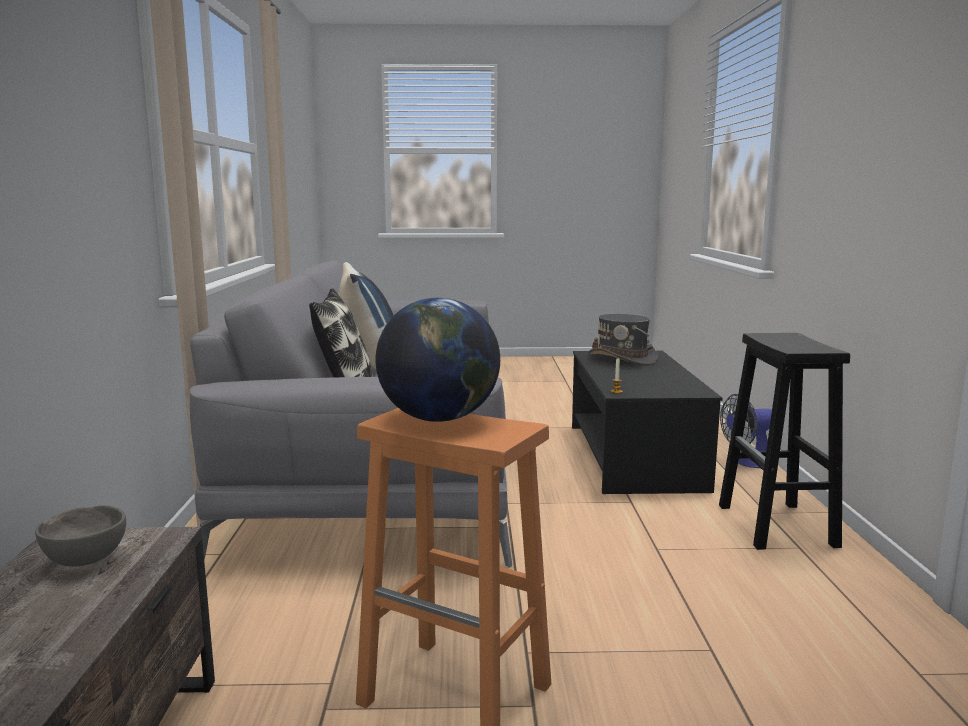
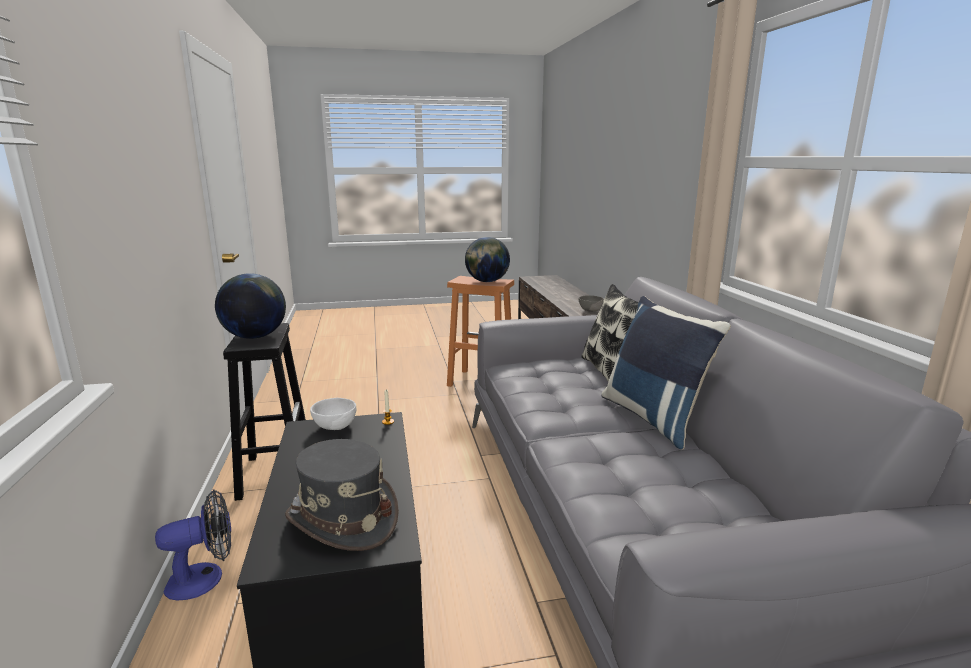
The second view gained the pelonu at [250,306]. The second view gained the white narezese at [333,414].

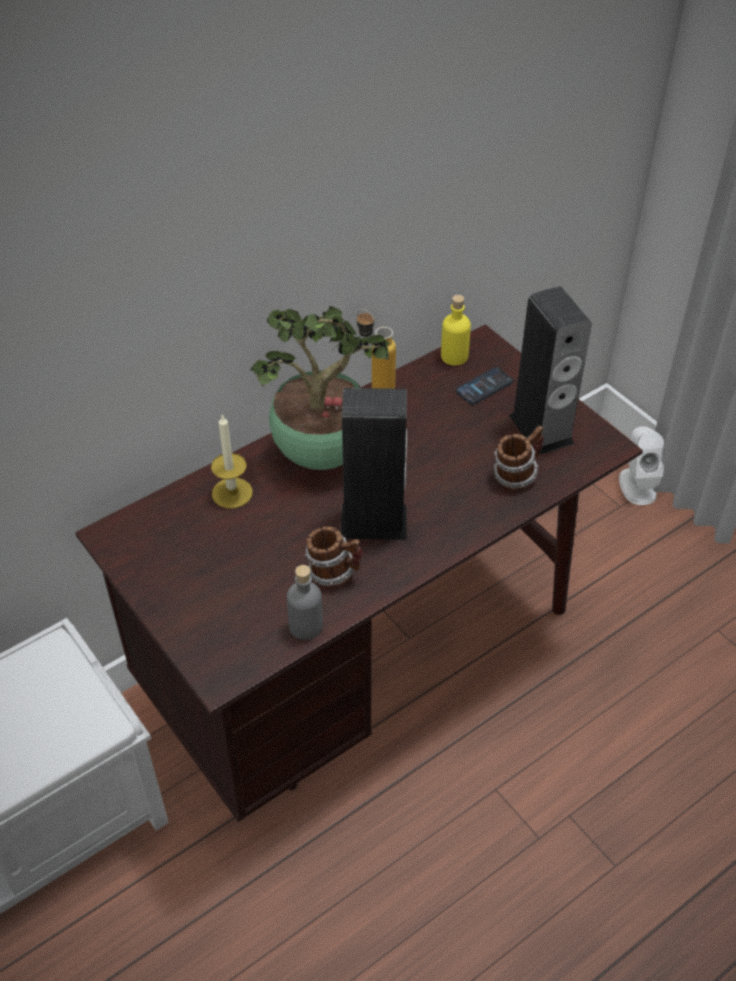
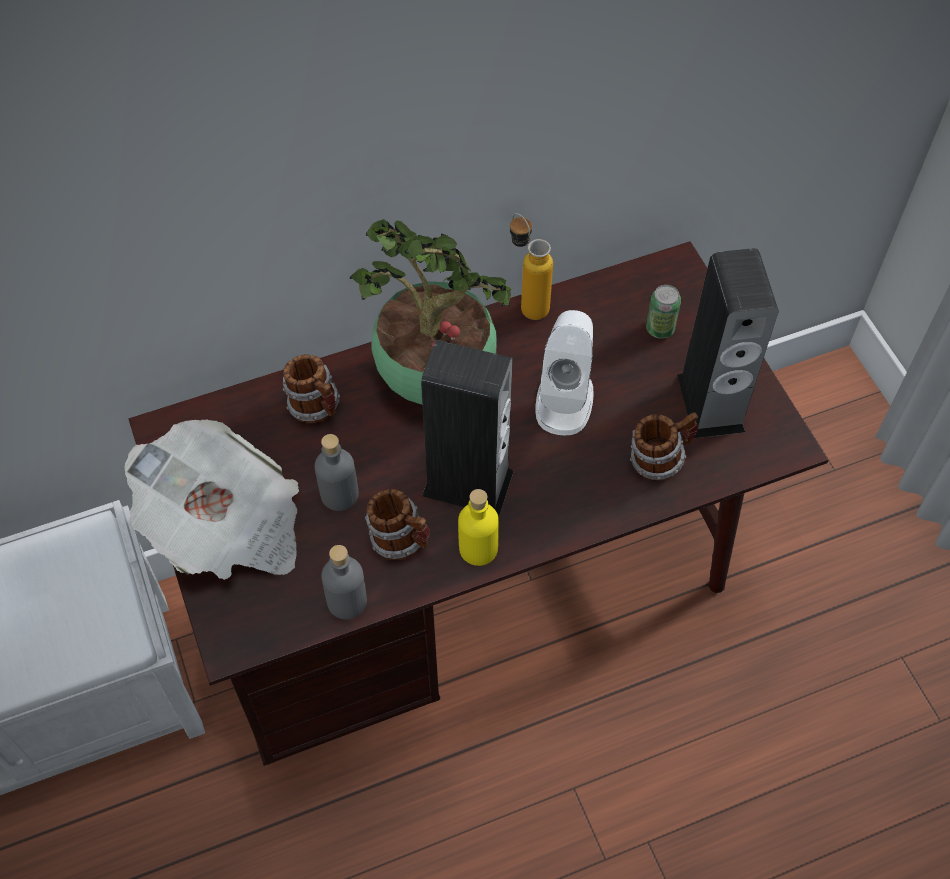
The second view gained the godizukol at [211,499]. Where the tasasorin stood at [232,461], the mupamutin came to stand at [311,388]. The second view gained the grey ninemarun at [337,472]. The yellow ninemarun ended up elsewhere, having gone from [456,330] to [478,527]. The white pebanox ended up elsewhere, having gone from [641,465] to [564,372]. Where the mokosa stood at [484,385], the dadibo came to stand at [663,312].

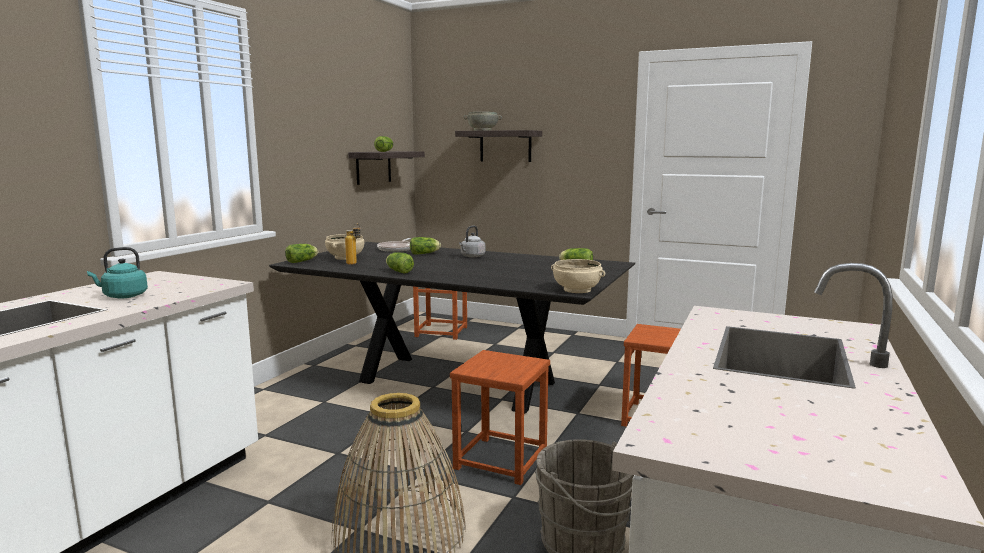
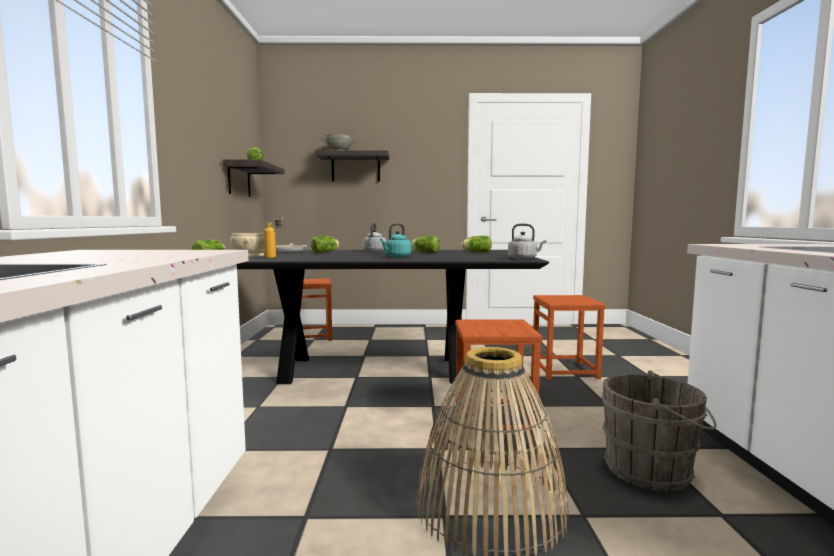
The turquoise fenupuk ended up elsewhere, having gone from [117,273] to [395,240]. The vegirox ended up elsewhere, having gone from [400,263] to [425,244]. Where the beige narezese stood at [578,276], the grey fenupuk came to stand at [527,241].

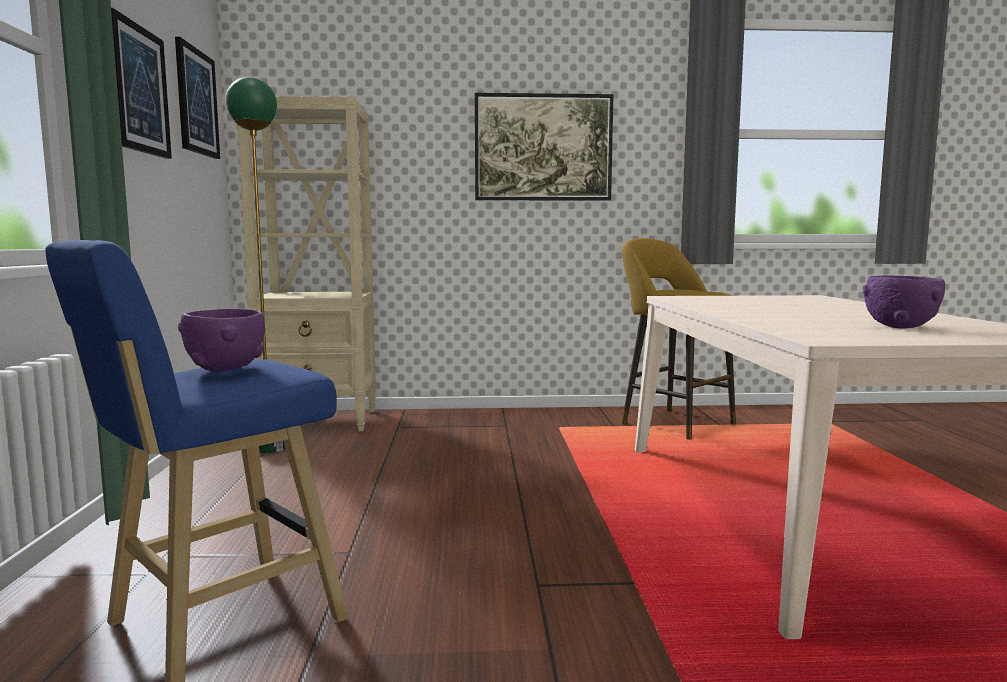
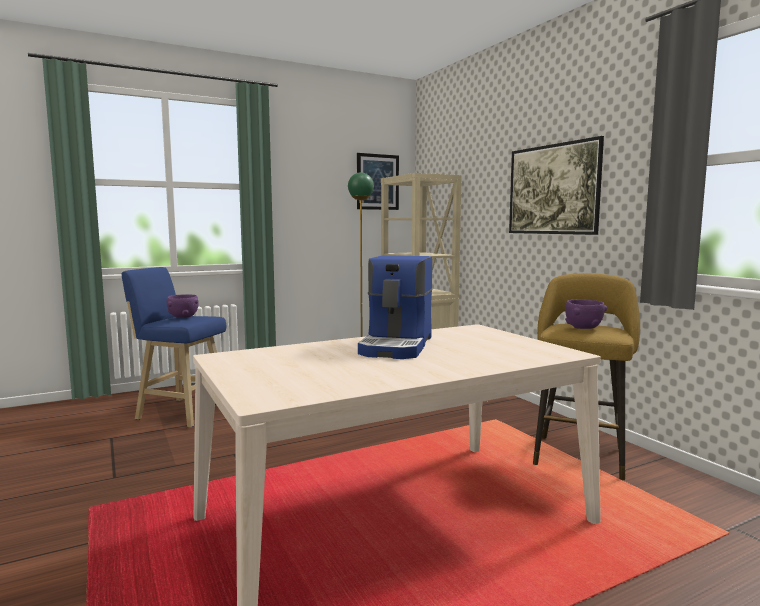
The second view gained the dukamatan at [395,307]. The purple narezese ended up elsewhere, having gone from [904,302] to [586,314]. The second view lost the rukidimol at [141,83].

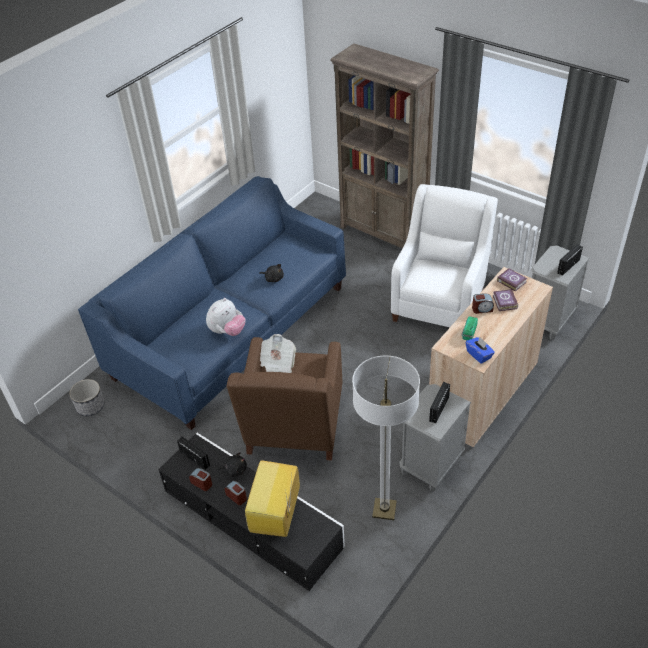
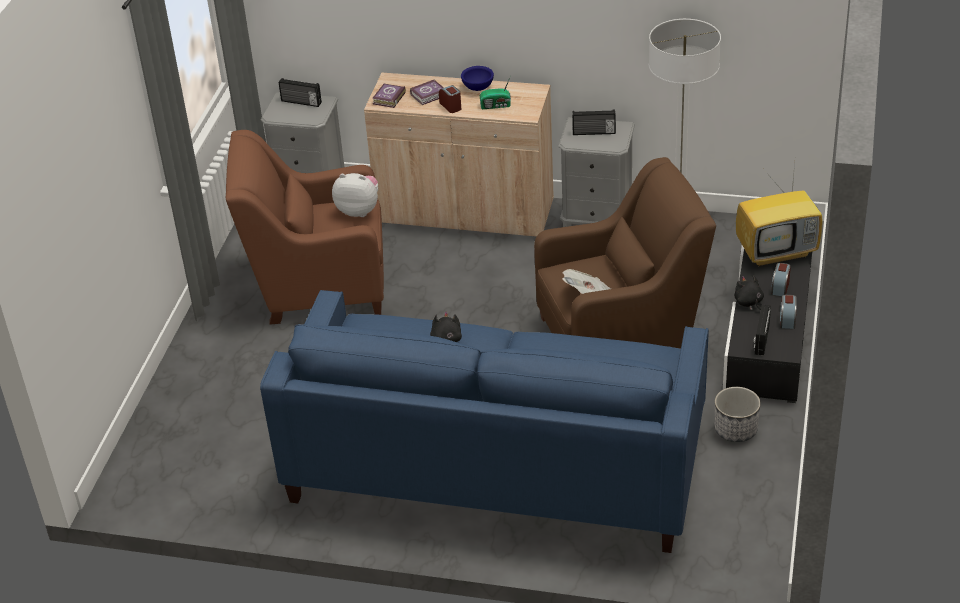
What was the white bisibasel at [444,255] turned into the brown bisibasel at [305,227]. The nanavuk ended up elsewhere, having gone from [226,317] to [355,195]. The second view gained the blue narezese at [477,78]. The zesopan ended up elsewhere, having gone from [86,397] to [737,414]. The second view lost the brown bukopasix at [384,146]. The second view lost the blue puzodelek at [480,350].

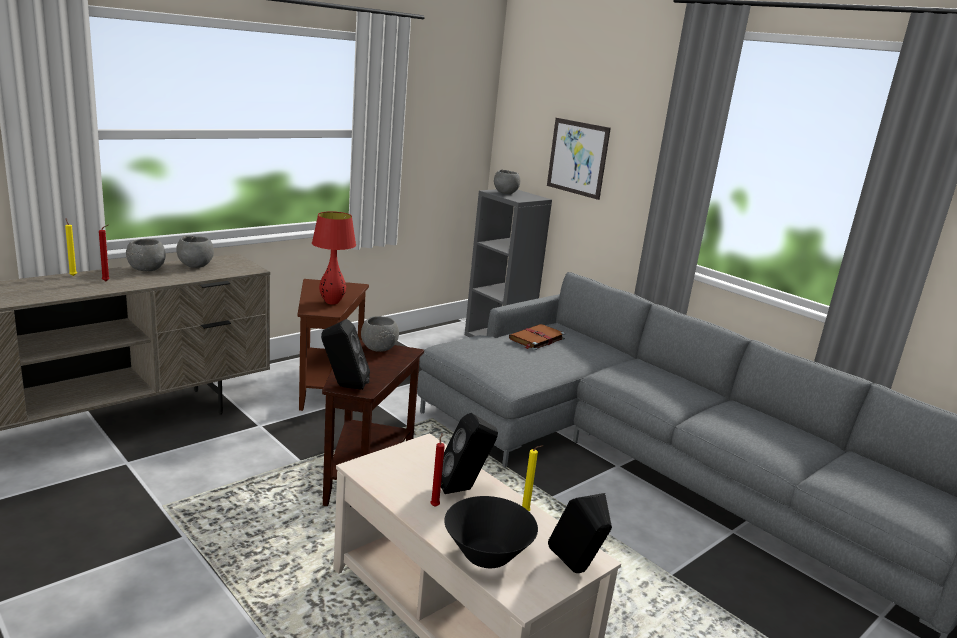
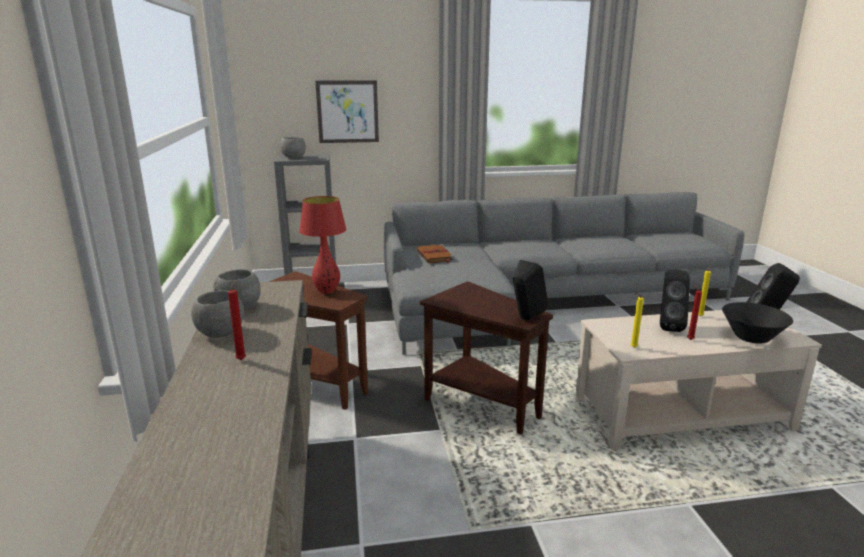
The yellow tasasorin ended up elsewhere, having gone from [71,247] to [637,320]. The second view lost the grey narezese at [380,334].

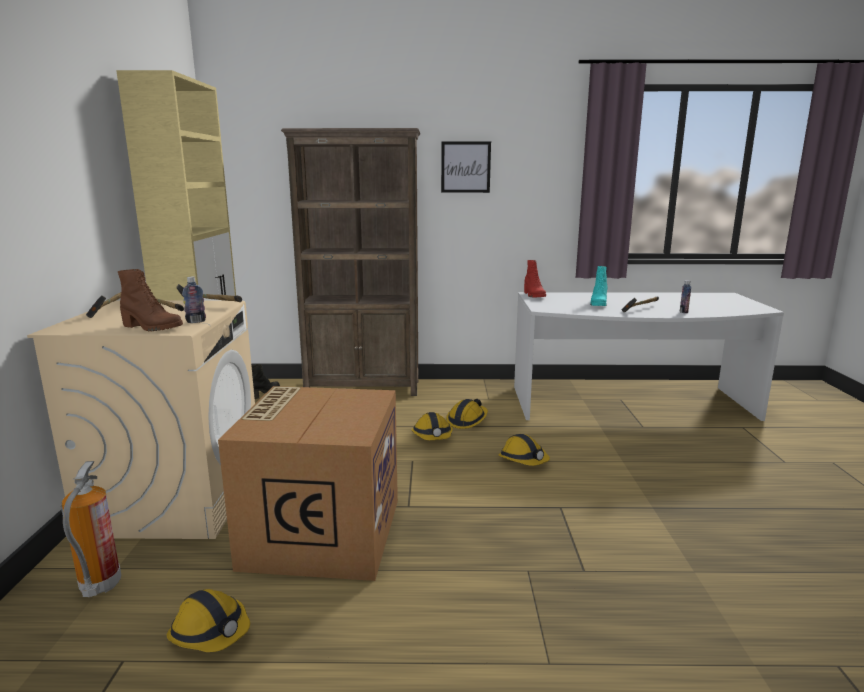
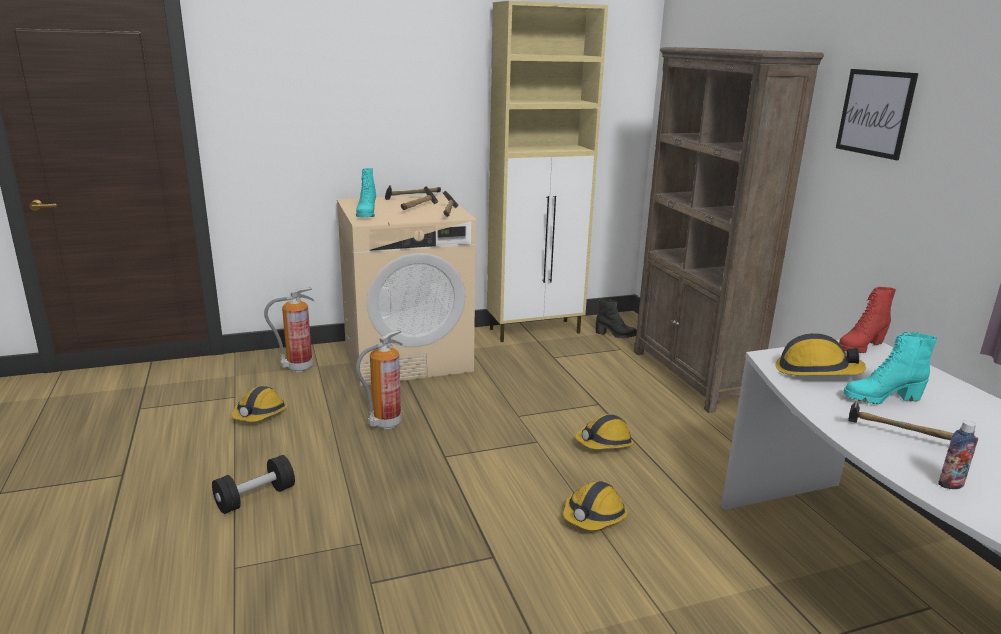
The second view gained the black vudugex at [253,484]. What was the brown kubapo at [150,300] turned into the turquoise kubapo at [366,192]. Where the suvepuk stood at [308,483], the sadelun came to stand at [379,379]. The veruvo ended up elsewhere, having gone from [467,414] to [821,354]. The second view lost the ninemarun at [194,300].

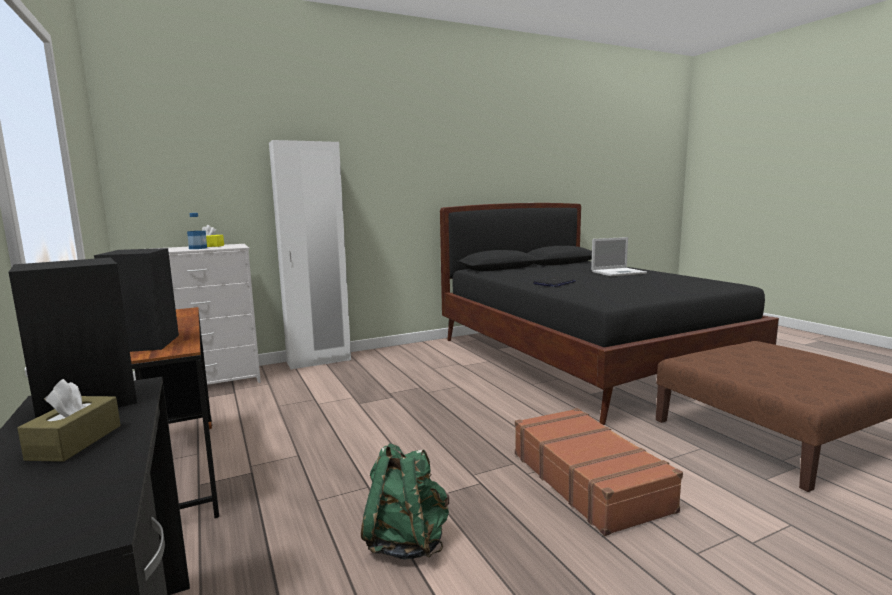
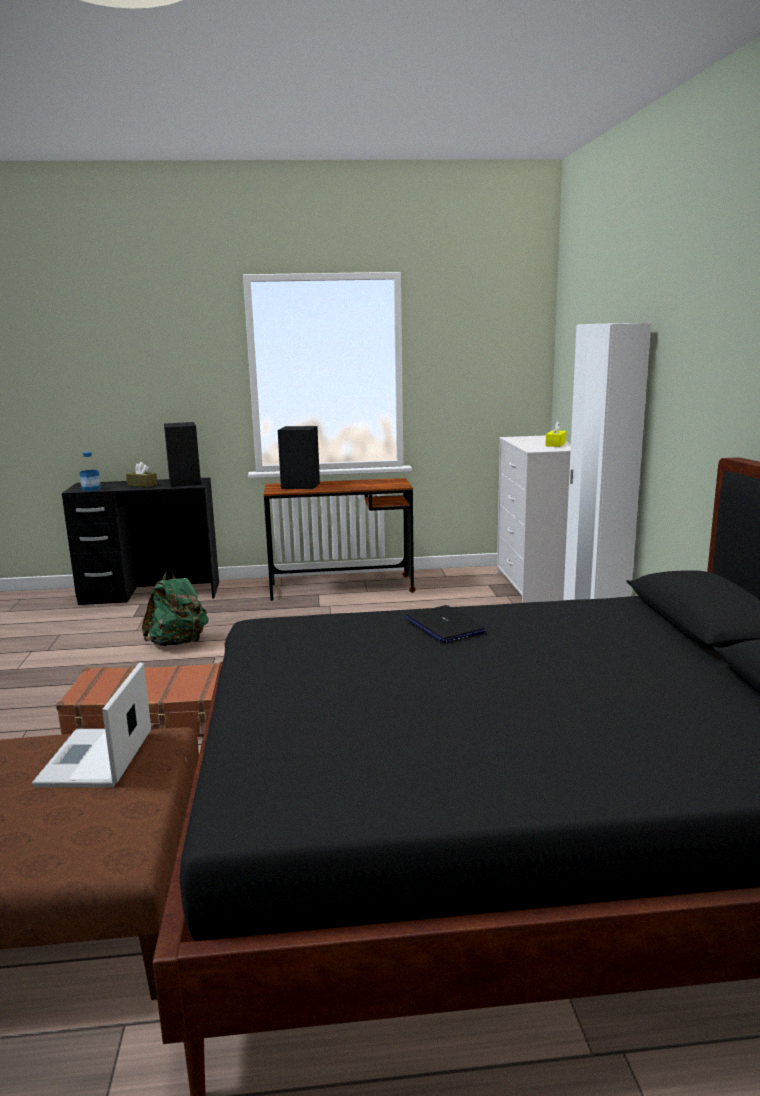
The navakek ended up elsewhere, having gone from [619,256] to [91,724]. The ninemarun ended up elsewhere, having gone from [197,231] to [90,471].

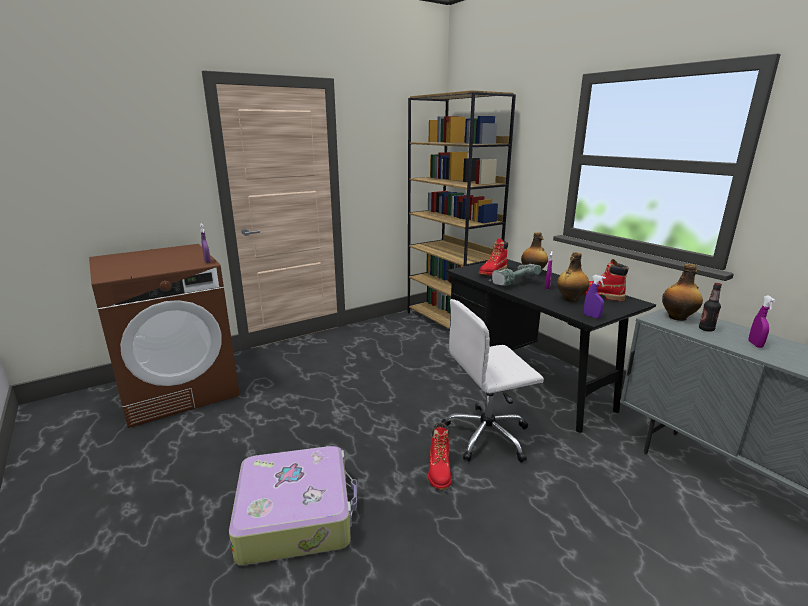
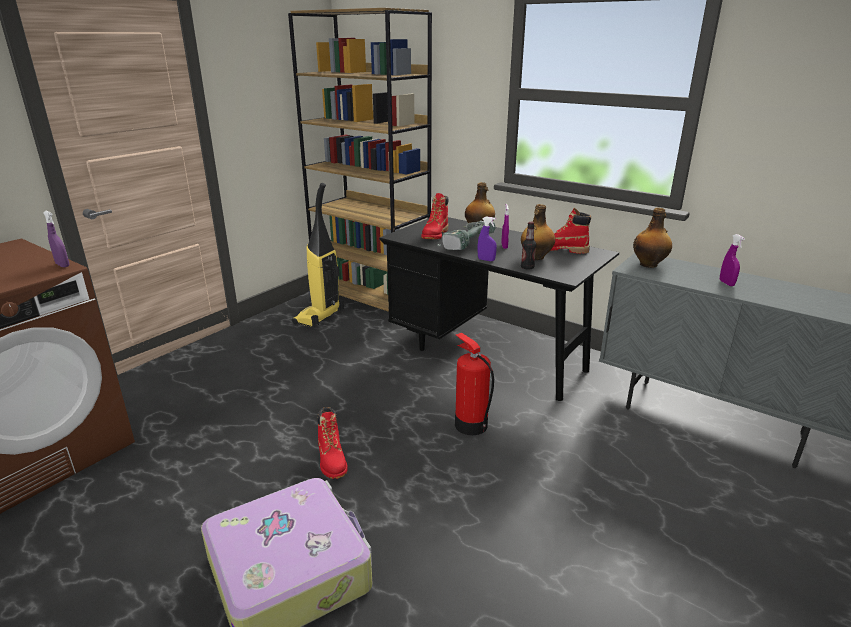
The second view gained the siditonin at [318,255]. The red kubapo ended up elsewhere, having gone from [440,456] to [333,443]. Where the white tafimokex stood at [492,381], the sadelun came to stand at [474,384]. The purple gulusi ended up elsewhere, having gone from [595,296] to [487,238]. The ninemarun ended up elsewhere, having gone from [710,307] to [528,246].

